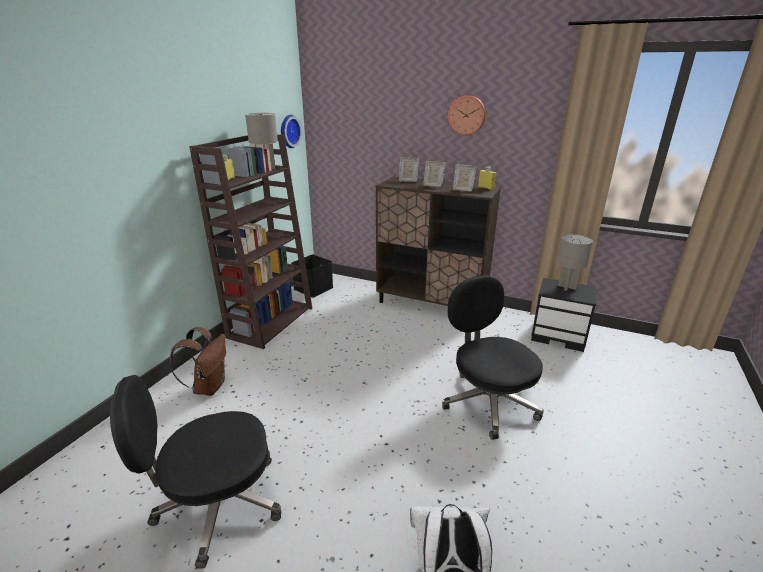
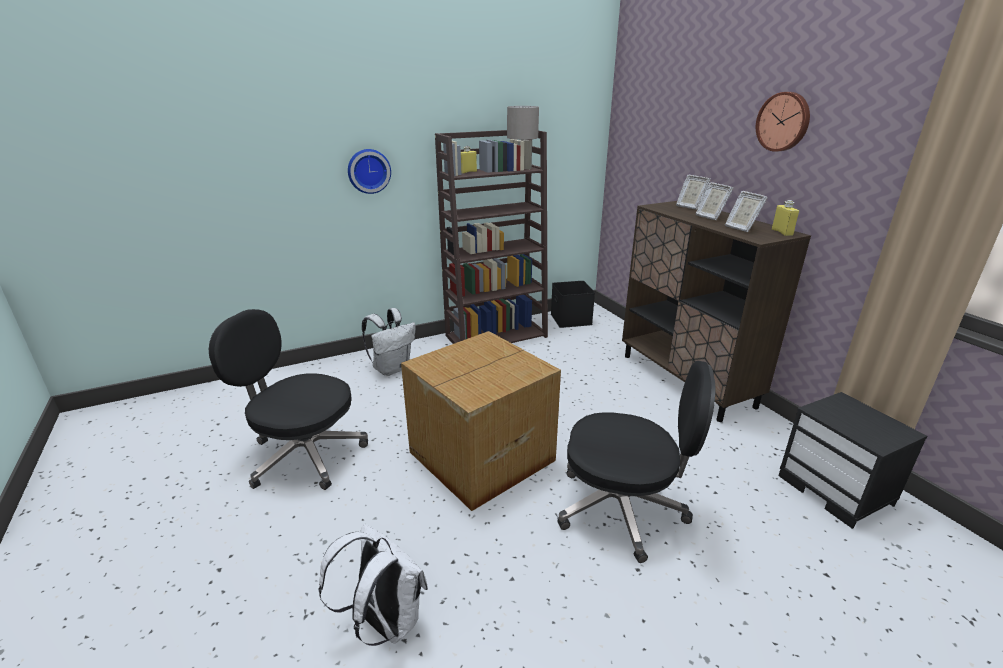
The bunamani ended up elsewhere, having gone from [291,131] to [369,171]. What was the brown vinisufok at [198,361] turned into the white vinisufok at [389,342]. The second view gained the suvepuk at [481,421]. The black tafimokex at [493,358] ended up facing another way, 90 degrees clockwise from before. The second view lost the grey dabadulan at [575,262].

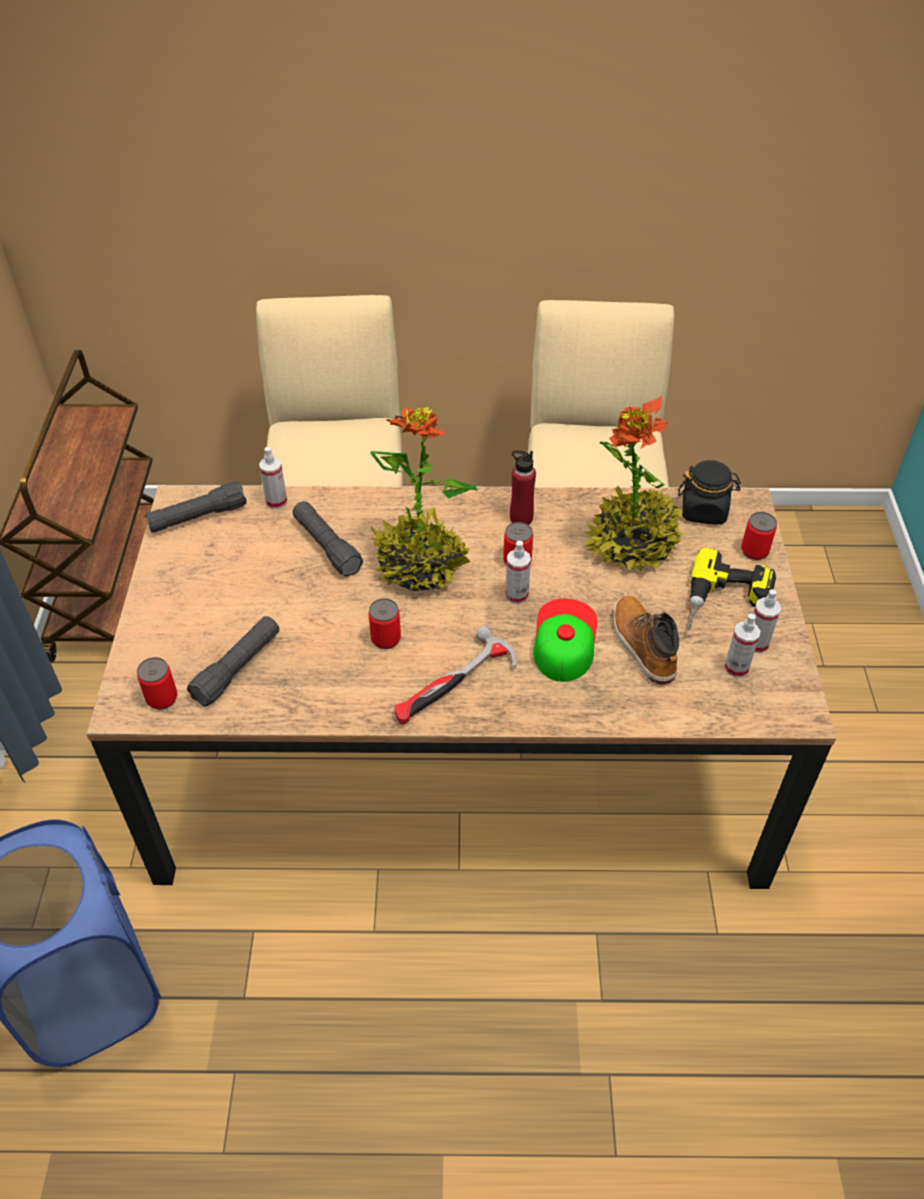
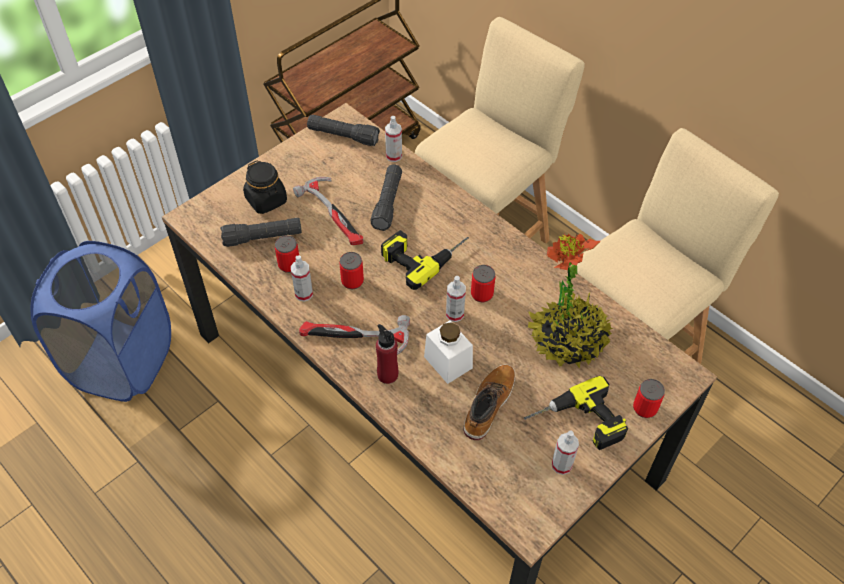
The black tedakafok ended up elsewhere, having gone from [709,492] to [265,187]. The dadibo ended up elsewhere, having gone from [157,683] to [287,254]. The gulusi ended up elsewhere, having gone from [742,645] to [302,278]. The second view gained the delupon at [328,211]. The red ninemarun ended up elsewhere, having gone from [523,487] to [387,354]. Where the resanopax stood at [424,499], the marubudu came to stand at [425,260]. Where the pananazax stood at [565,640], the white tedakafok came to stand at [448,352].

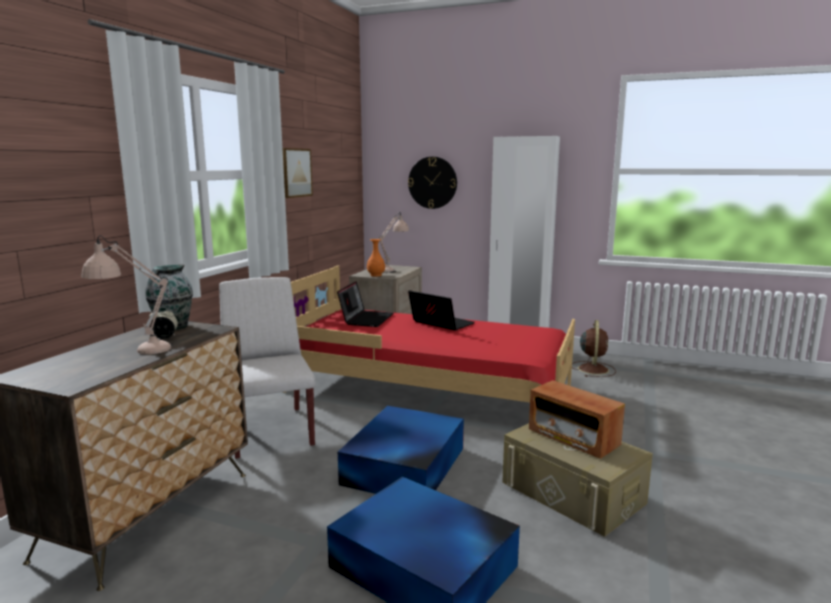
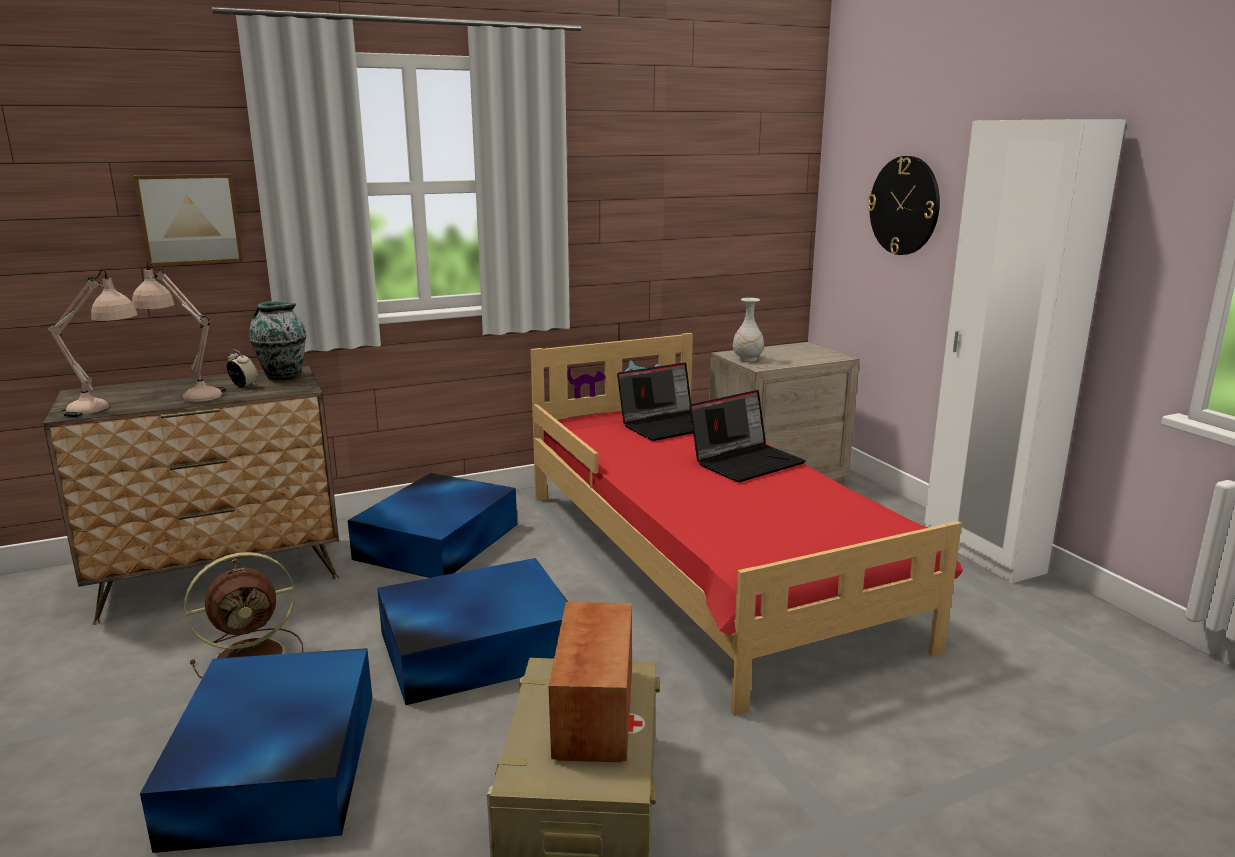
The beige dabadulan ended up elsewhere, having gone from [394,242] to [92,343]. The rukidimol ended up elsewhere, having gone from [298,173] to [188,220]. The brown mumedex ended up elsewhere, having gone from [594,348] to [243,615]. Where the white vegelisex stood at [267,368], the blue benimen came to stand at [432,525]. The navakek at [441,310] ended up facing another way, 60 degrees clockwise from before. What was the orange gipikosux at [376,258] turned into the white gipikosux at [748,330].

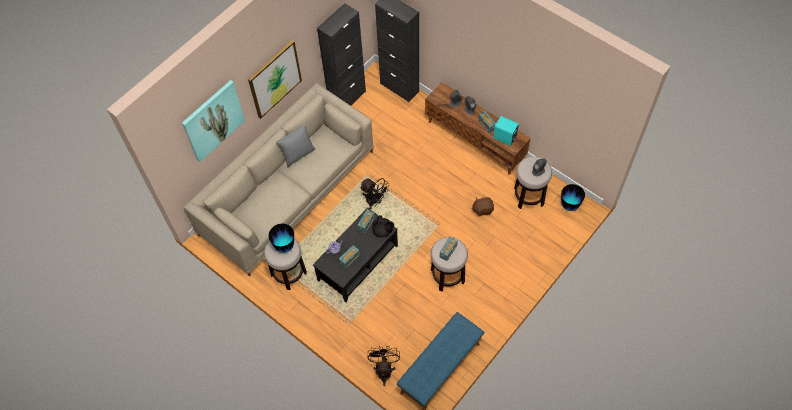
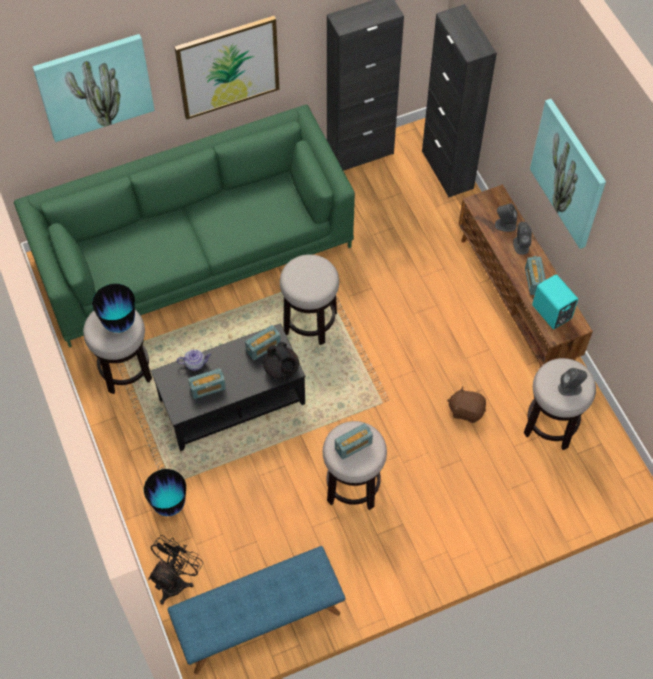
What was the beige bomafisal at [279,180] turned into the green bomafisal at [184,226]. The gipikosux ended up elsewhere, having gone from [573,197] to [165,492]. Where the black mumedex stood at [375,193], the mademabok came to stand at [309,299]. The second view gained the rukidimol at [568,174]. The second view lost the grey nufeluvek at [295,145].

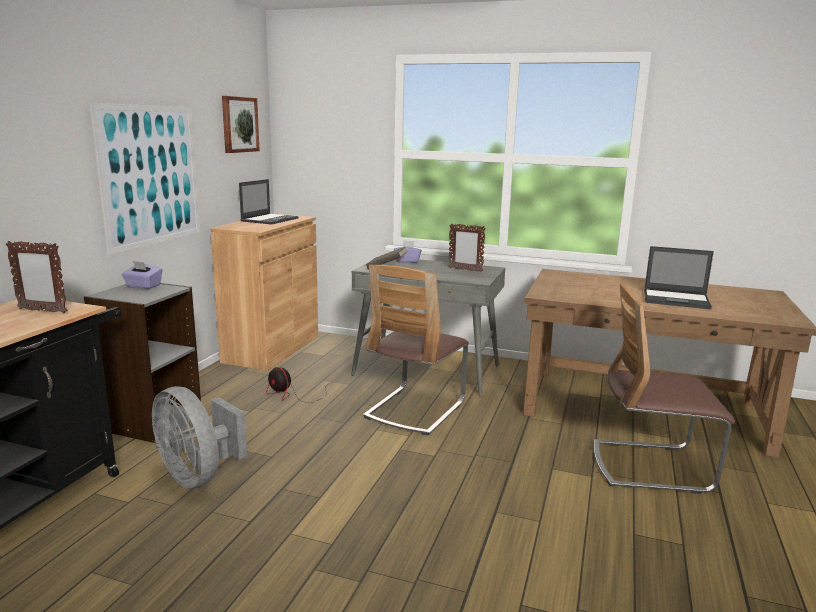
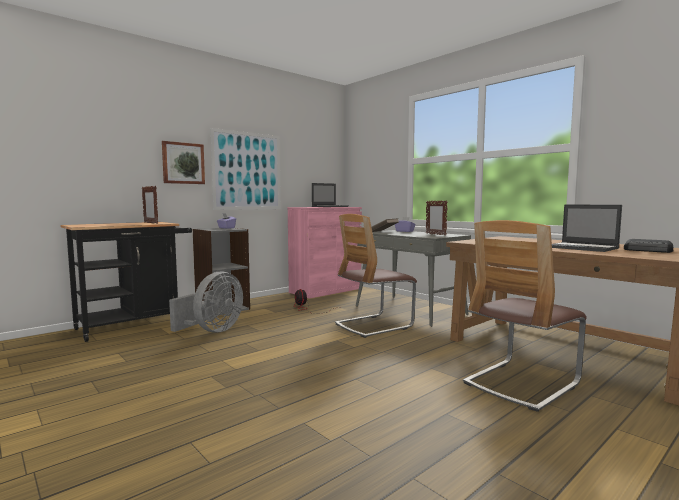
The rukidimol ended up elsewhere, having gone from [241,124] to [183,162]. The grey mumedex at [199,437] ended up facing another way, 135 degrees counterclockwise from before. What was the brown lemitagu at [264,292] turned into the pink lemitagu at [325,253]. The vegelisex at [664,388] ended up facing another way, 75 degrees counterclockwise from before. The second view gained the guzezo at [649,246].

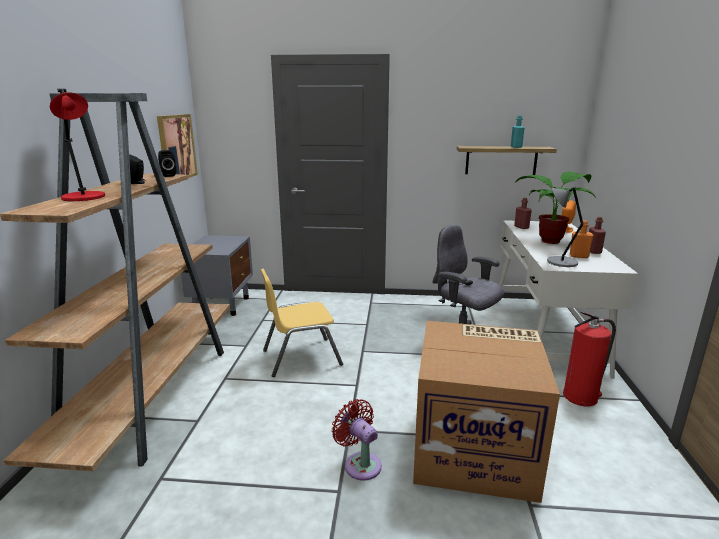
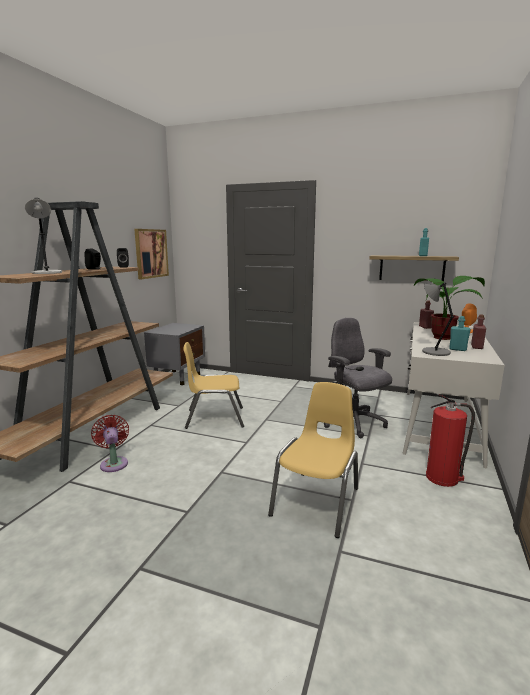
What was the red dabadulan at [77,145] turned into the grey dabadulan at [43,236]. The red mumedex ended up elsewhere, having gone from [357,440] to [110,443]. Where the suvepuk stood at [486,412], the yellow vegelisex came to stand at [313,460]. What was the orange ninemarun at [582,239] turned into the turquoise ninemarun at [460,333].

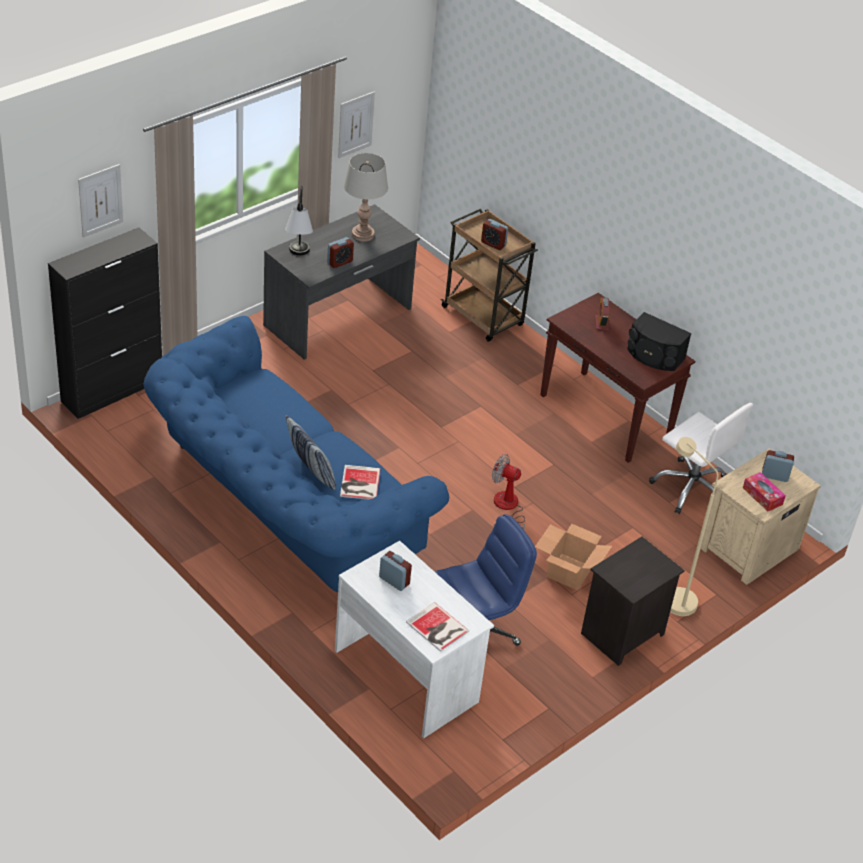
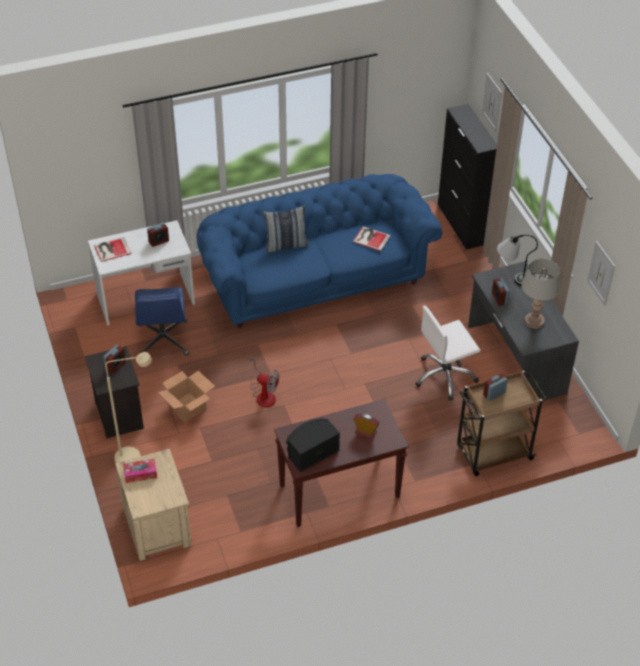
The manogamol ended up elsewhere, having gone from [778,466] to [114,359]. The mumedex at [508,492] ended up facing another way, 60 degrees clockwise from before. The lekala ended up elsewhere, having gone from [360,482] to [372,238]. The white tafimokex ended up elsewhere, having gone from [701,458] to [448,353].

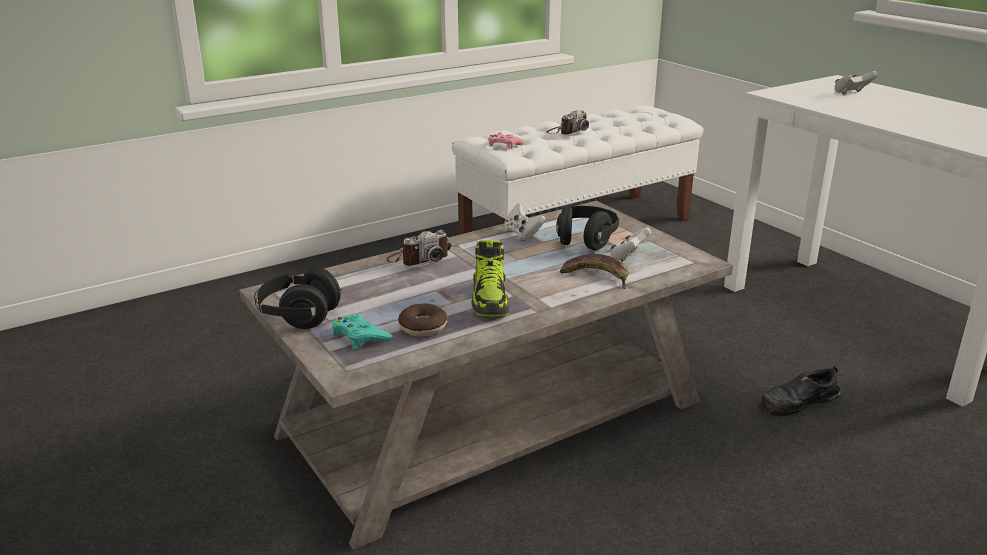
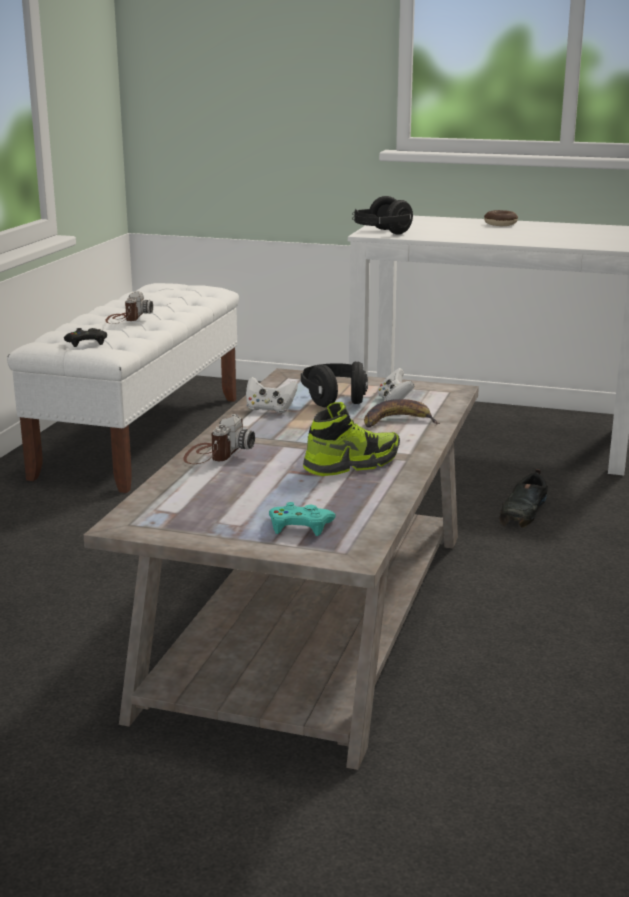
What was the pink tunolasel at [506,140] turned into the black tunolasel at [85,337]. The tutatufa at [490,278] ended up facing another way, 75 degrees counterclockwise from before. The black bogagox ended up elsewhere, having gone from [297,298] to [382,215]. The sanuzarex ended up elsewhere, having gone from [422,319] to [501,218]. The second view lost the white tunolasel at [855,82].

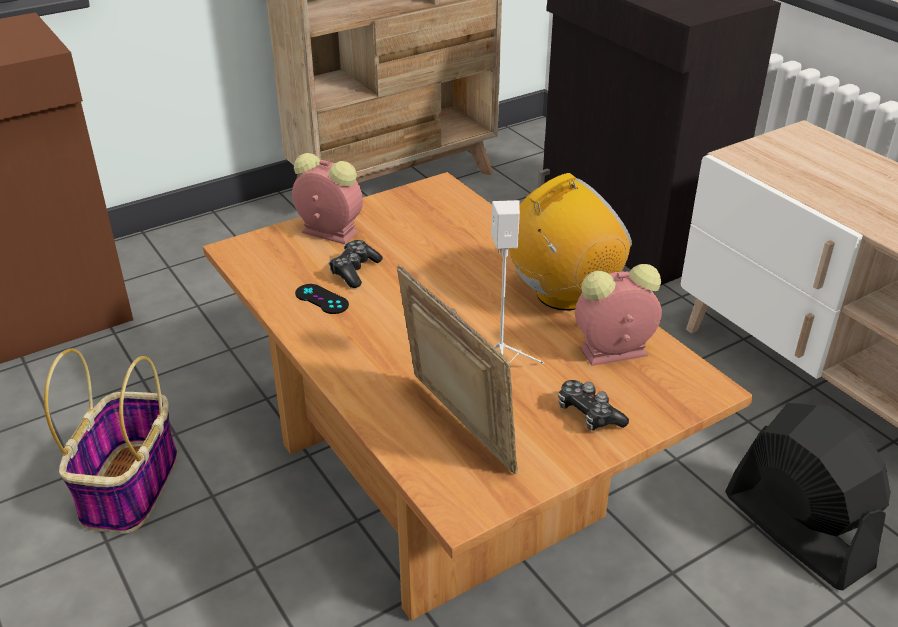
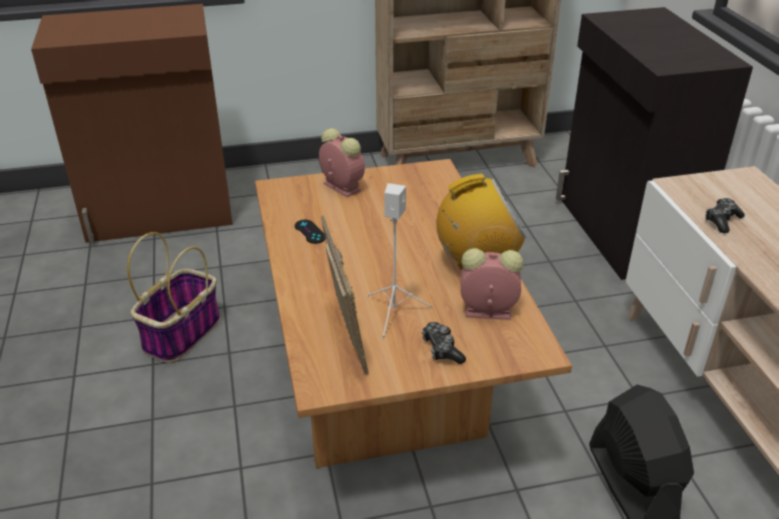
The tunolasel ended up elsewhere, having gone from [356,264] to [725,215].

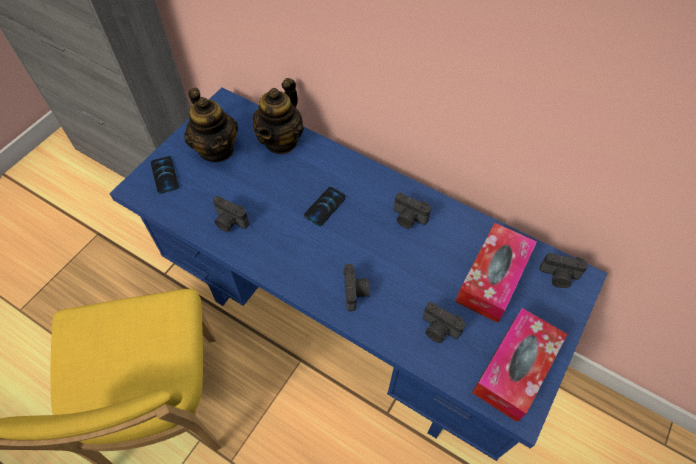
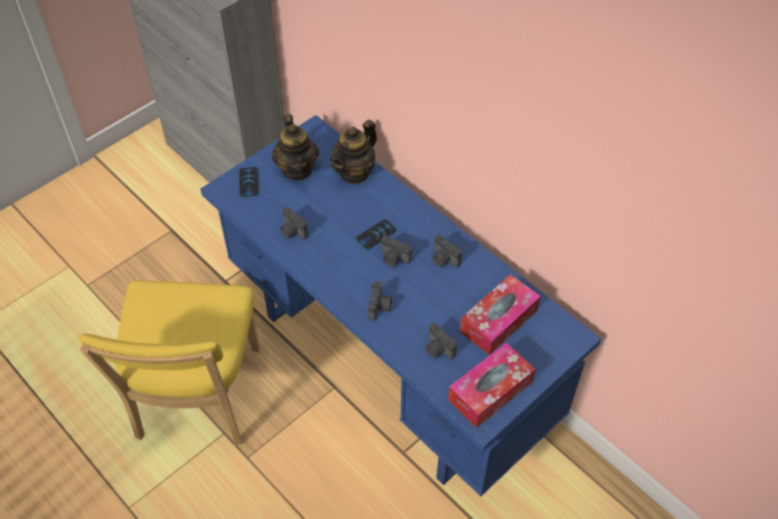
The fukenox ended up elsewhere, having gone from [564,270] to [396,251].

